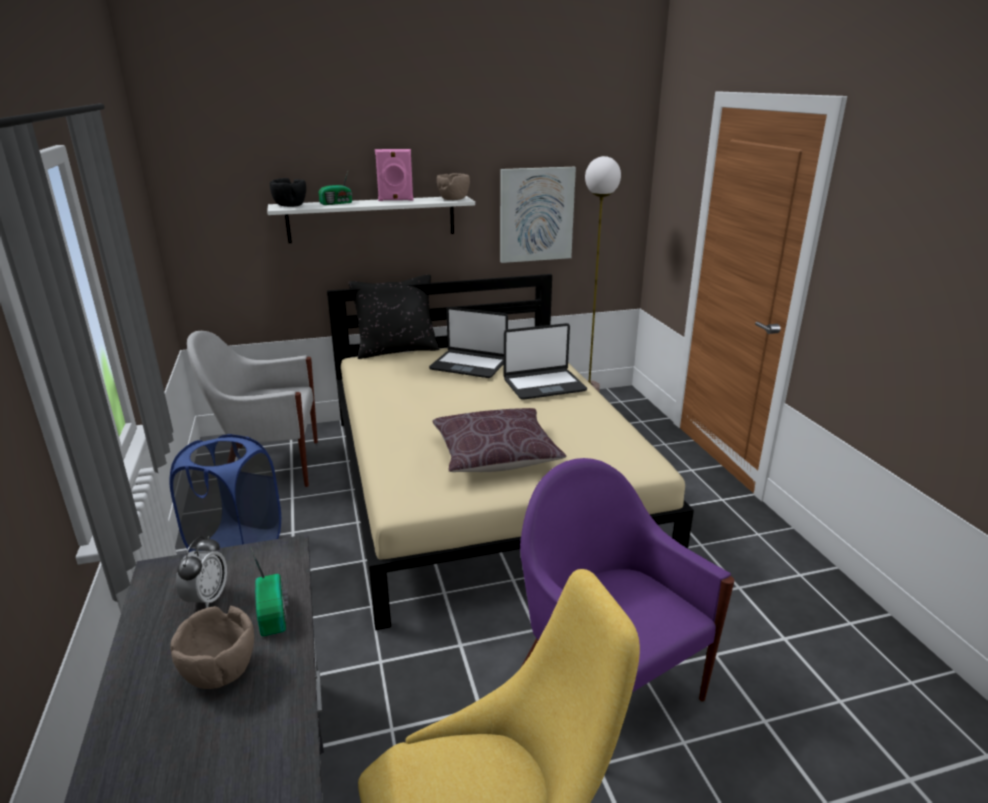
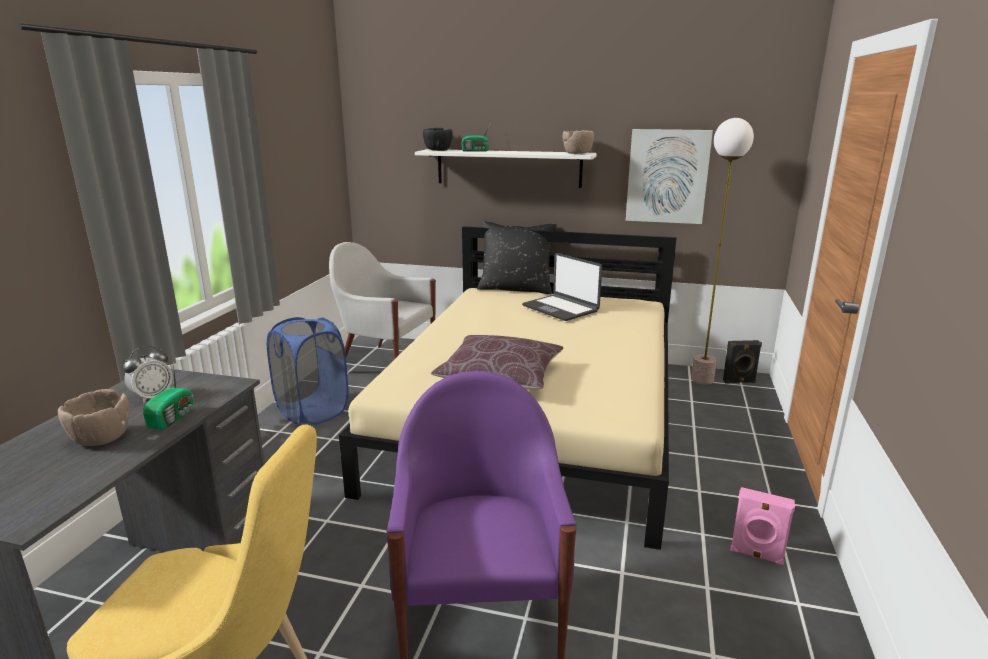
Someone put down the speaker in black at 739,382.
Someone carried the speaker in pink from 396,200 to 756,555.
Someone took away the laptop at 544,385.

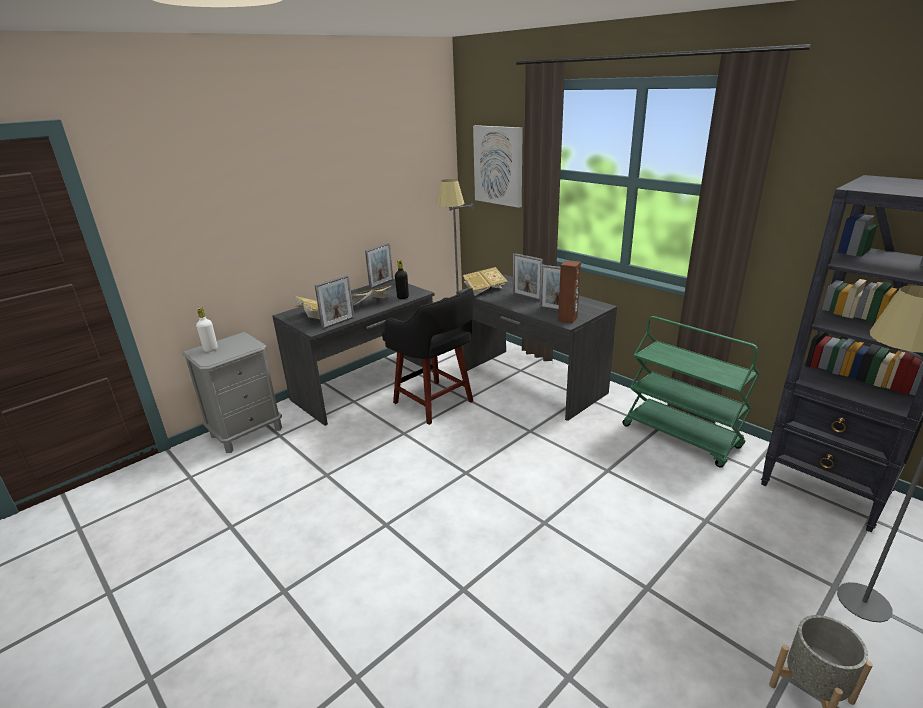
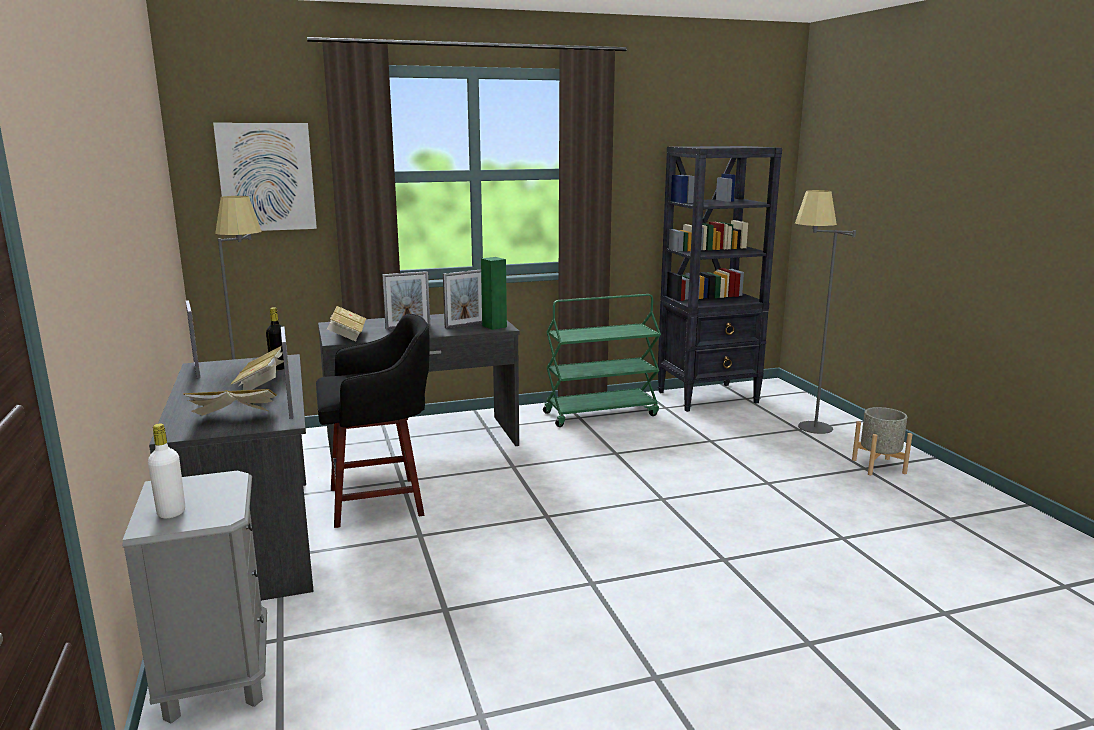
Someone repainted the speaker in brown at 568,319, which became the speaker in green at 494,326.

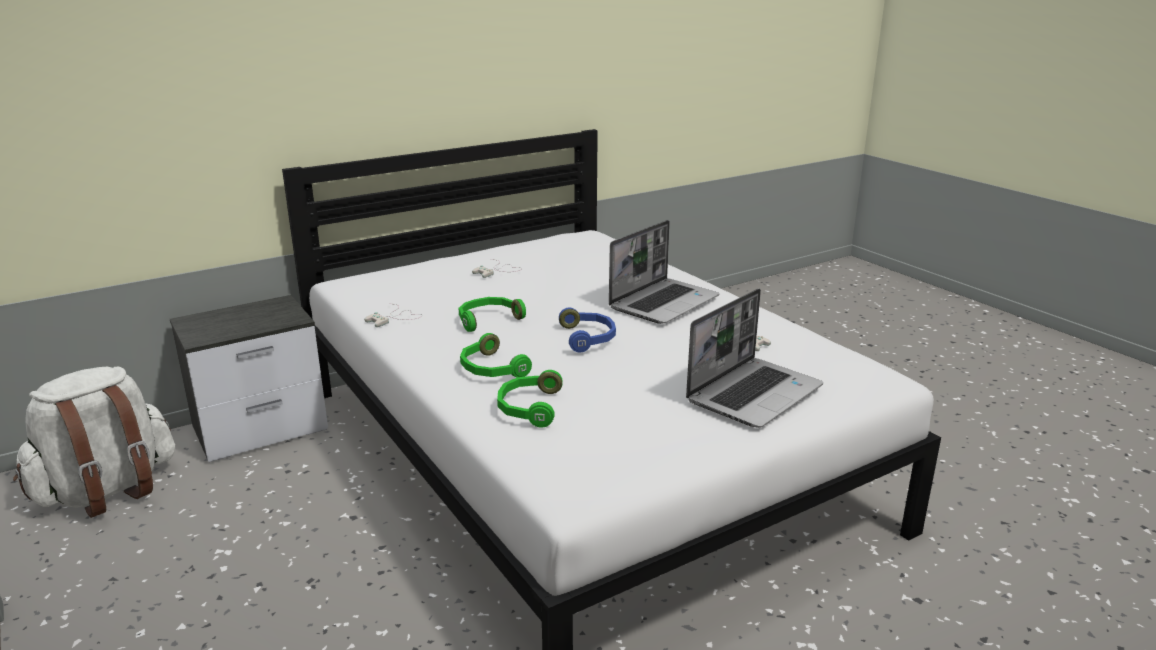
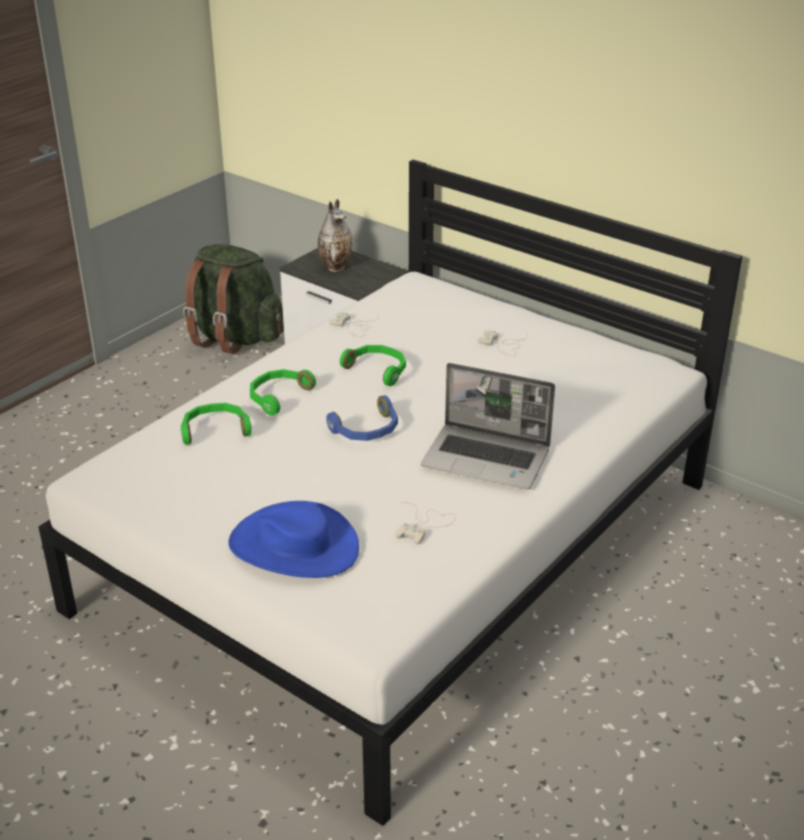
Someone repainted the backpack in white at 107,490, which became the backpack in green at 234,338.
Someone swapped the laptop at 754,393 for the hat in blue at 294,545.
Someone put down the vase at 336,267.

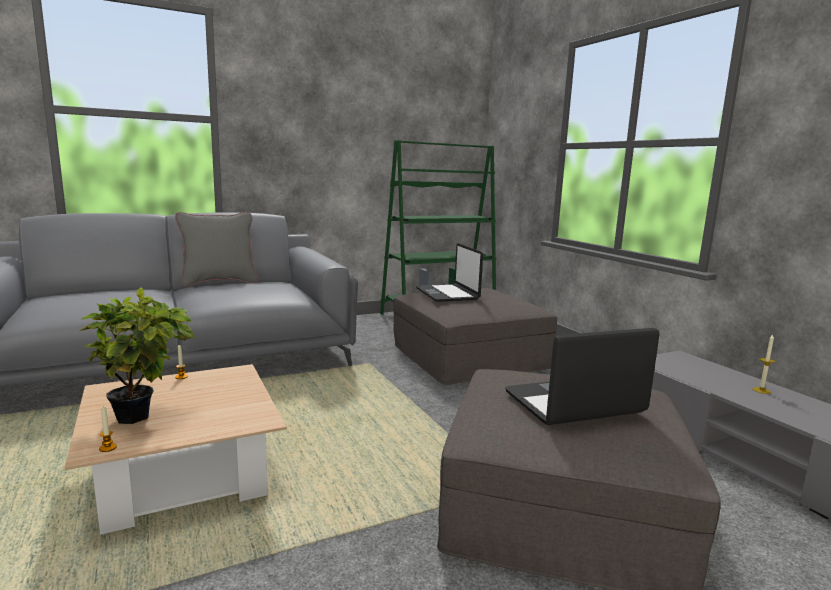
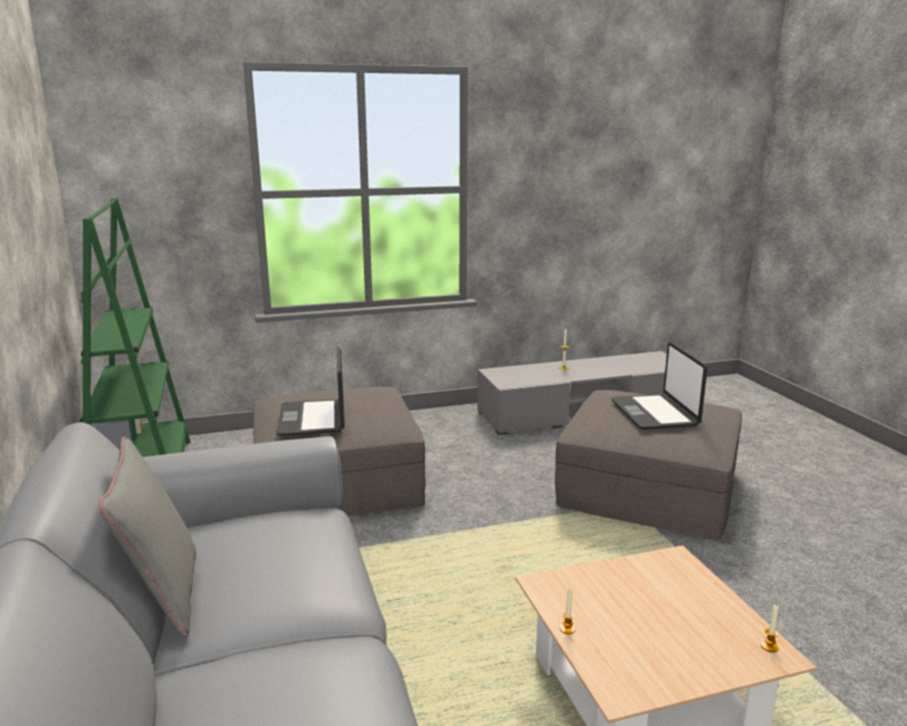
Someone rotated the laptop at 447,294 by 90 degrees clockwise.
Someone took away the potted plant at 143,417.

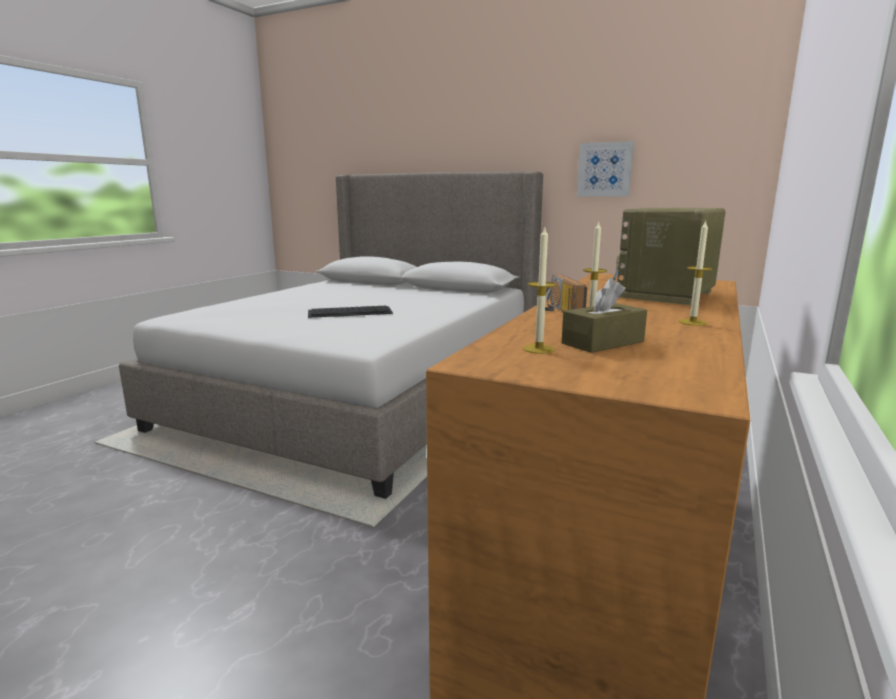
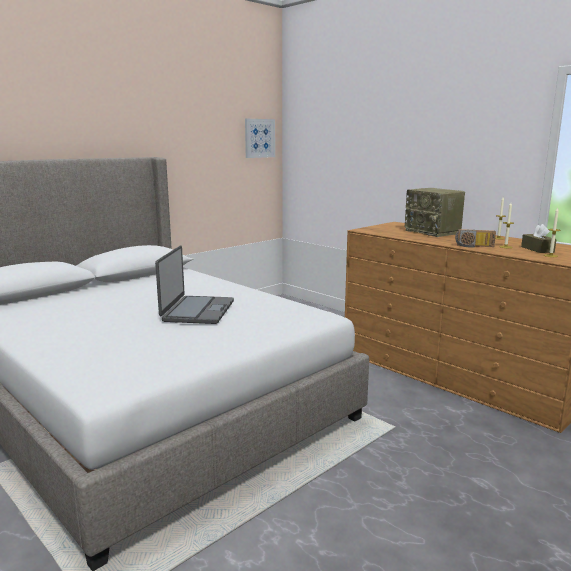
Someone swapped the keyboard at 351,312 for the laptop at 197,311.
Someone carried the picture from 604,169 to 259,138.

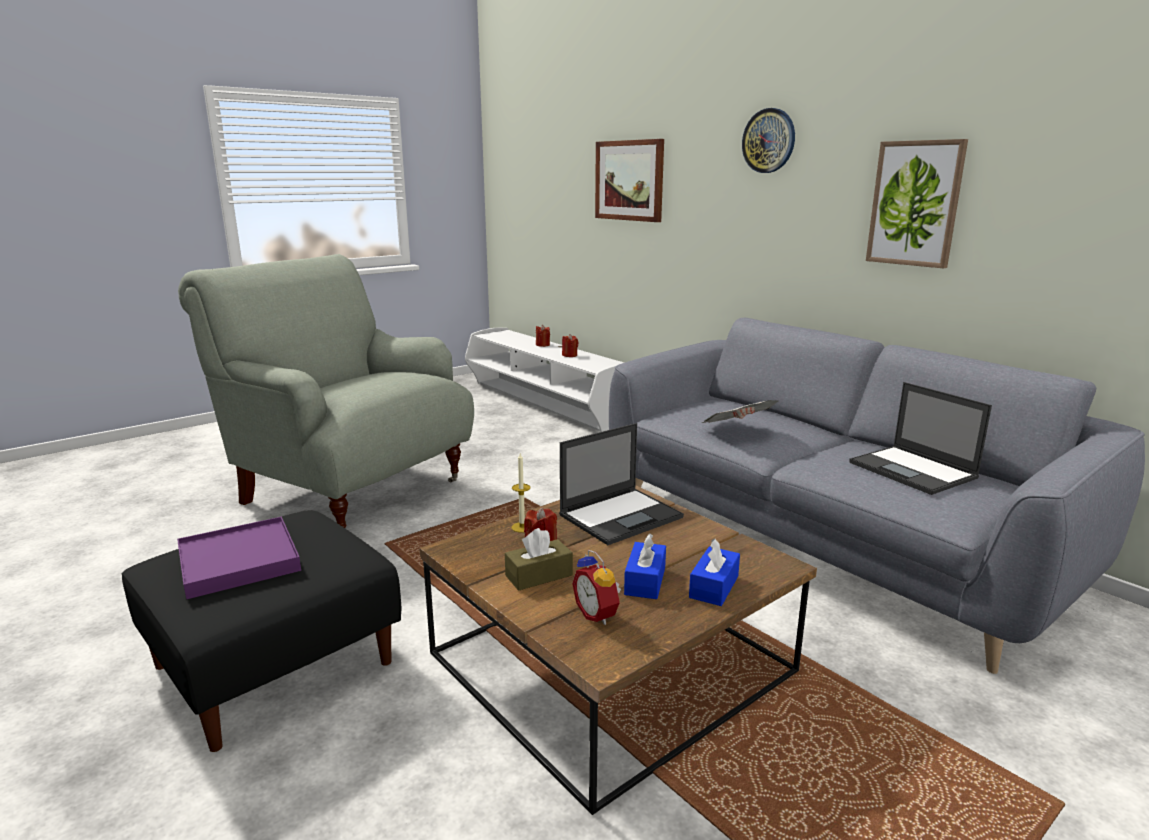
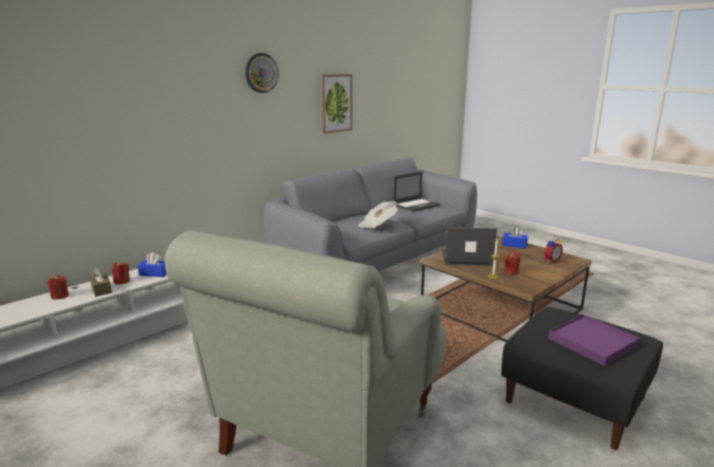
Someone carried the tissue box in brown from 539,575 to 101,289.
Someone carried the tissue box in blue from 645,581 to 154,273.
Someone rotated the laptop at 621,516 by 45 degrees counterclockwise.
Someone took away the picture at 629,180.

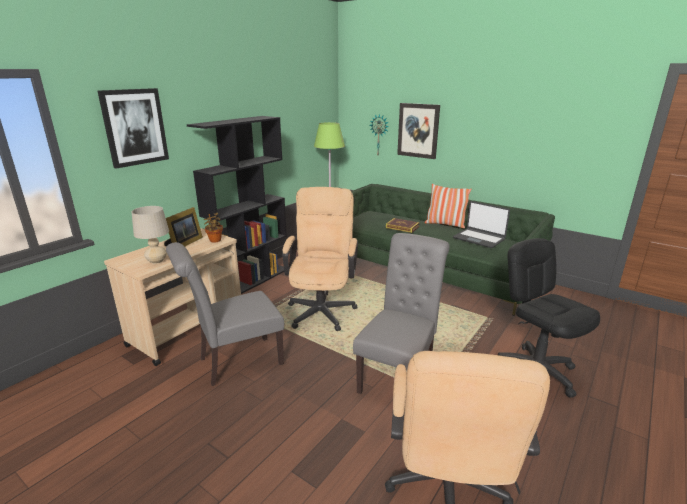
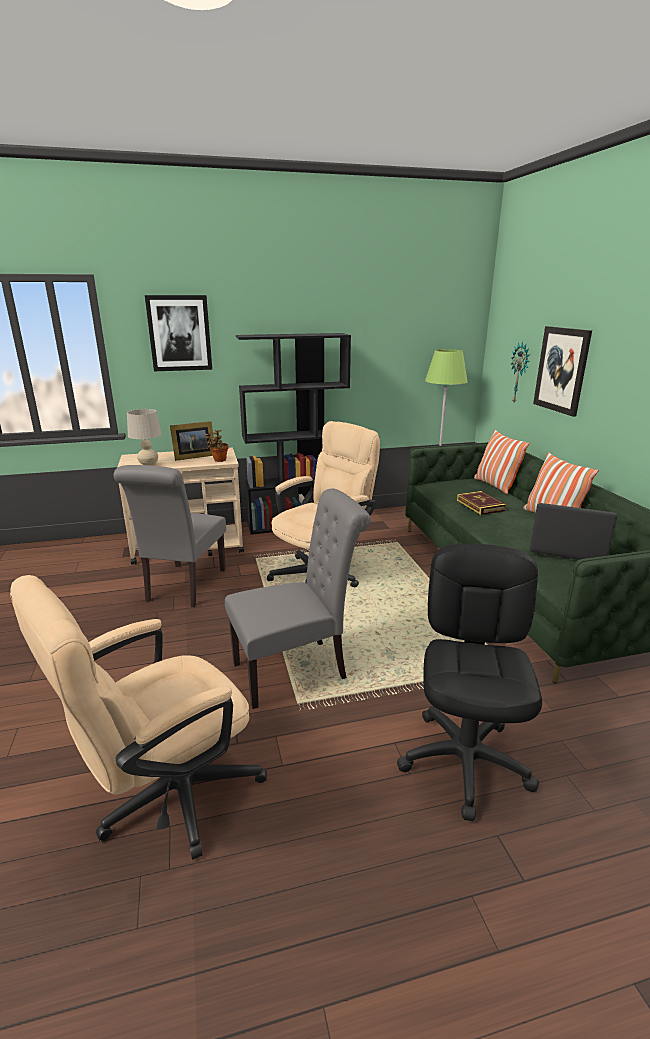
Someone rotated the chair in grey at 235,362 by 90 degrees counterclockwise.
Someone put down the pillow at 495,485.
Someone rotated the laptop at 479,239 by 120 degrees clockwise.

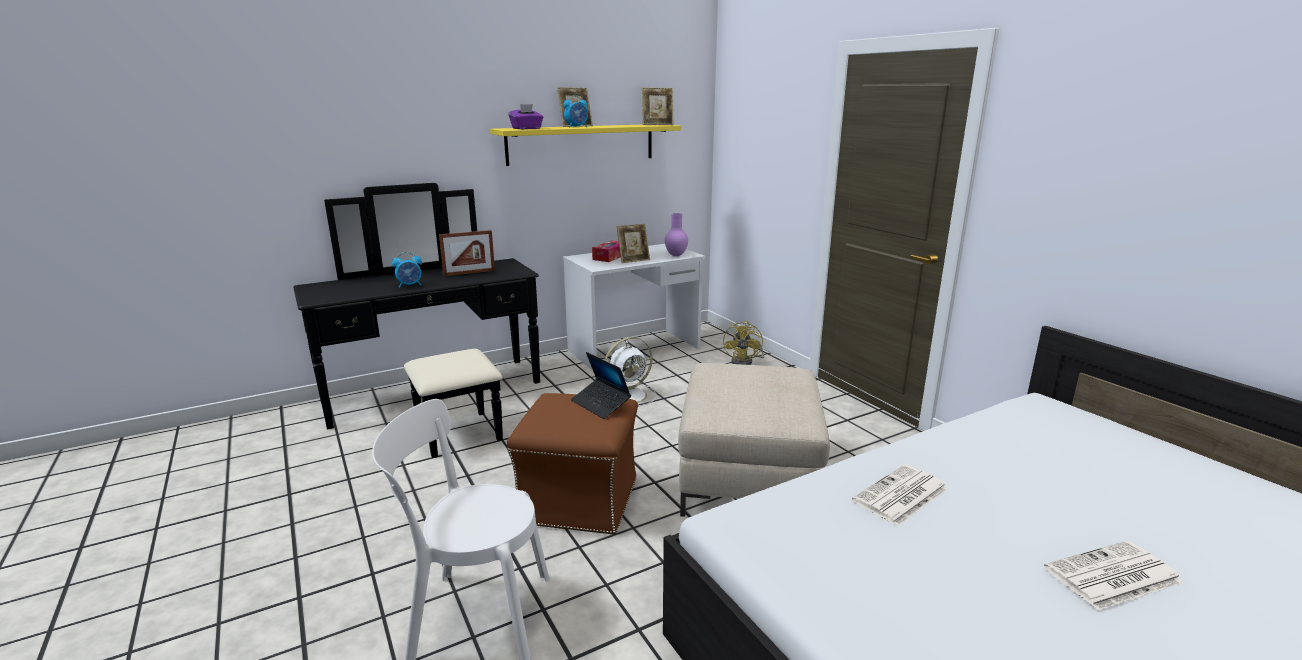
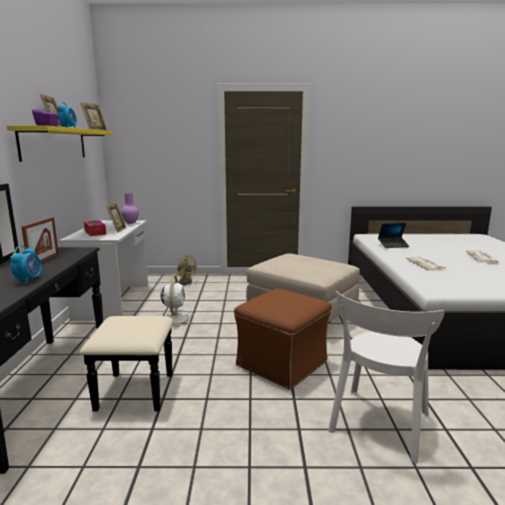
Someone carried the laptop from 601,404 to 393,245.

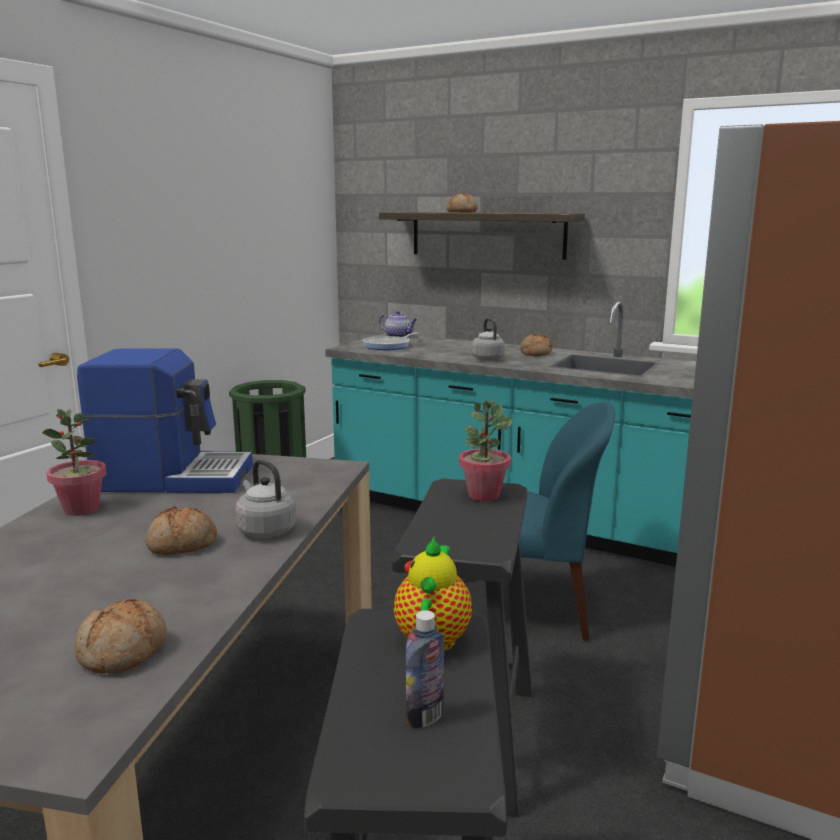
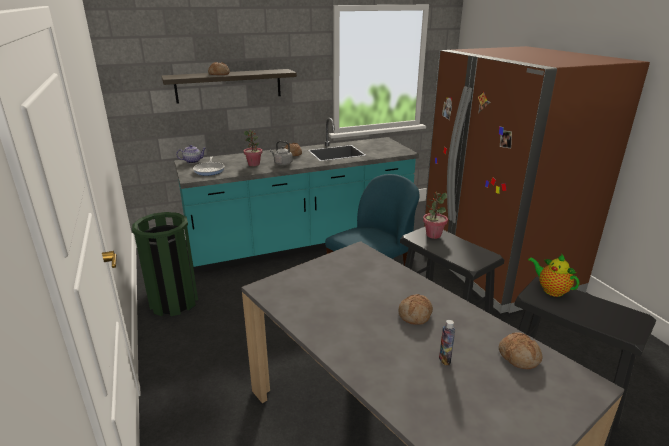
Someone carried the potted plant from 81,509 to 254,164.
Someone carried the bottle from 425,717 to 444,359.
Someone took away the coffee machine at 174,477.
Someone took away the kettle in grey at 265,530.

